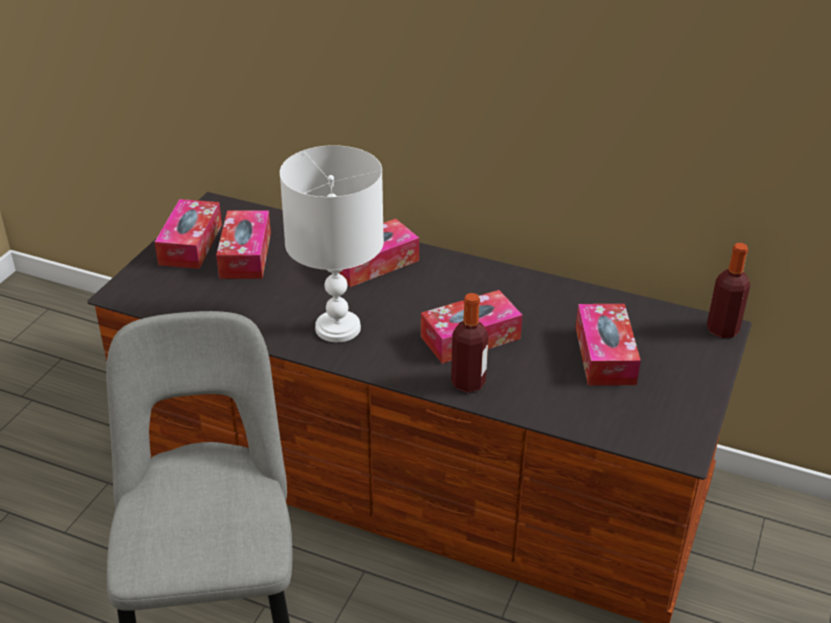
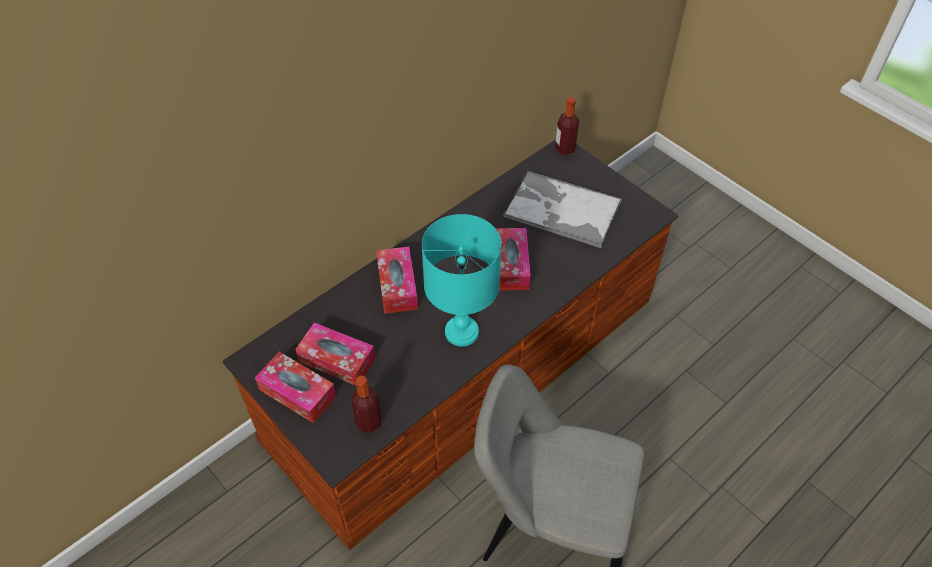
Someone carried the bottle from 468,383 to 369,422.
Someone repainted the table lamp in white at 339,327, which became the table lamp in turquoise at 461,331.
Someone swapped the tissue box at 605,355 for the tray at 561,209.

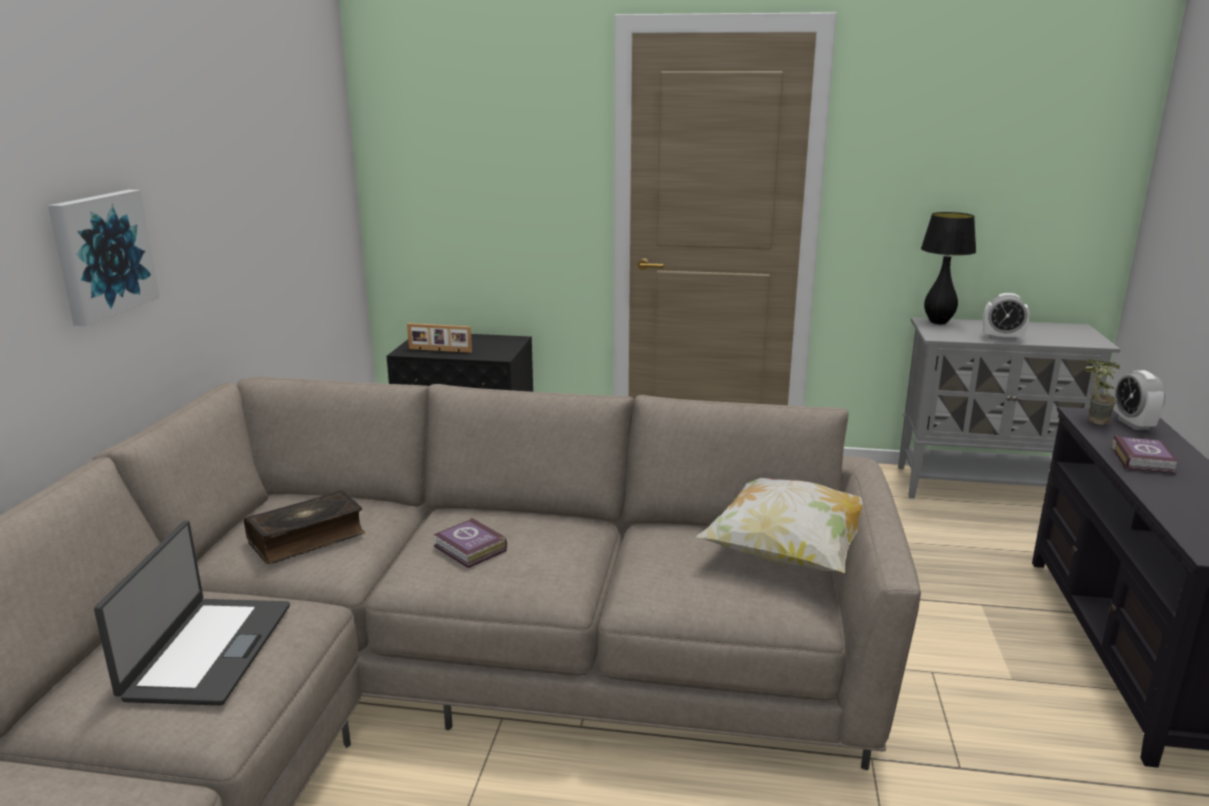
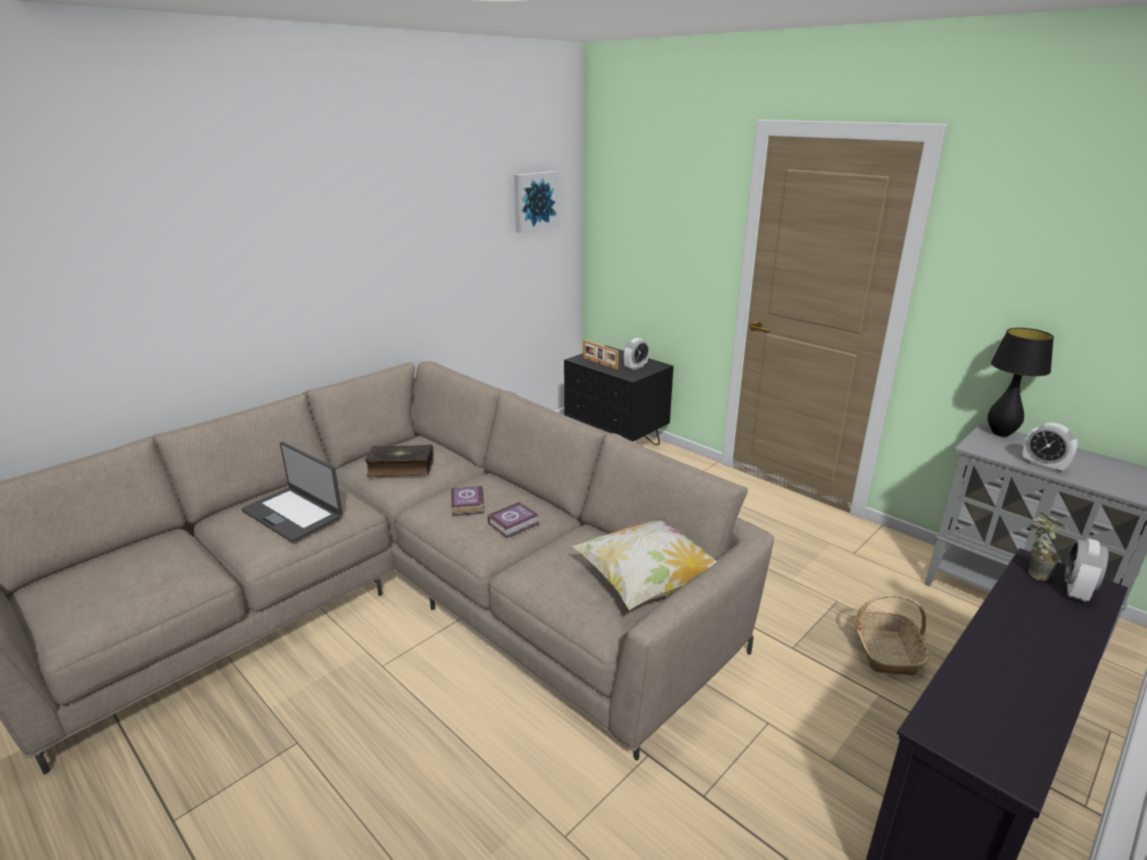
Someone rotated the laptop at 207,650 by 90 degrees clockwise.
Someone carried the book from 1143,460 to 515,523.
Someone carried the picture from 101,255 to 535,201.
Someone put down the alarm clock at 635,367.
Someone put down the basket at 886,651.

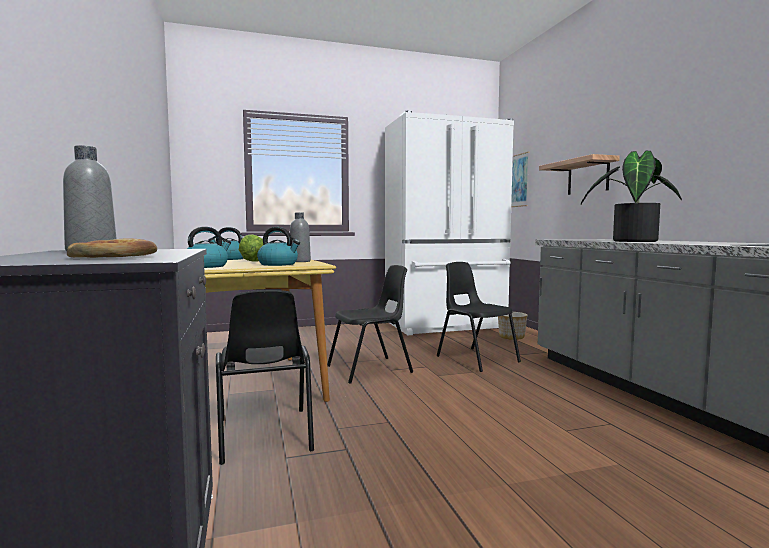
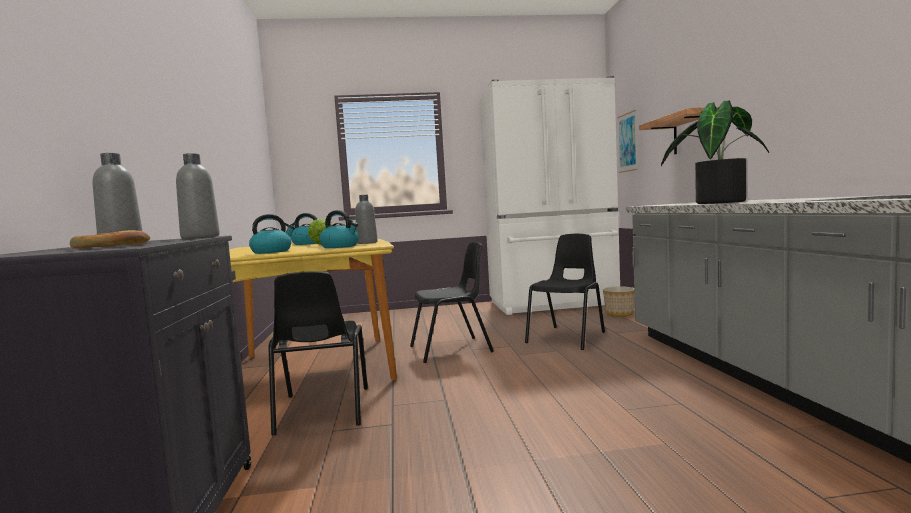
Someone put down the bottle in grey at 200,237.
Someone rotated the chair in black at 476,359 by 60 degrees clockwise.

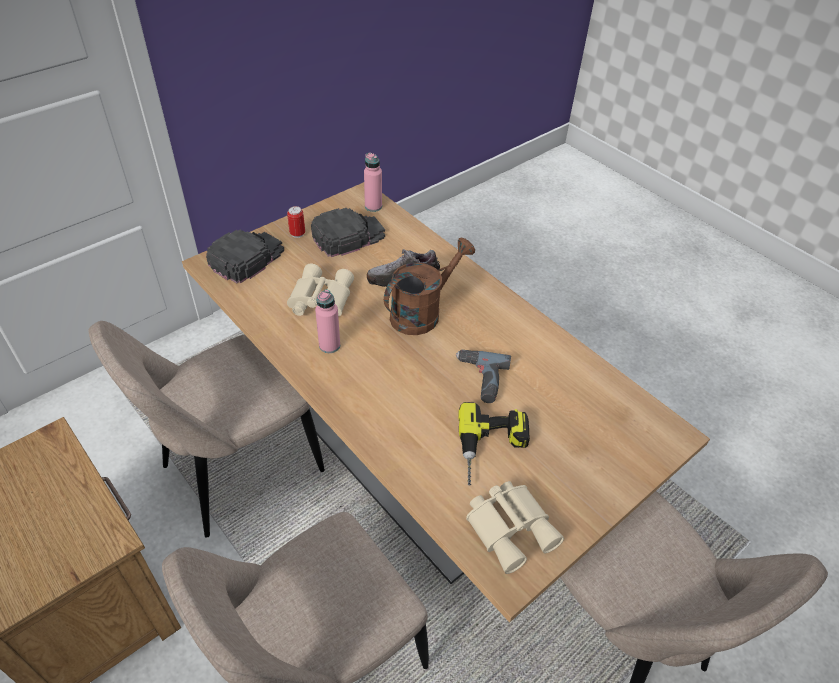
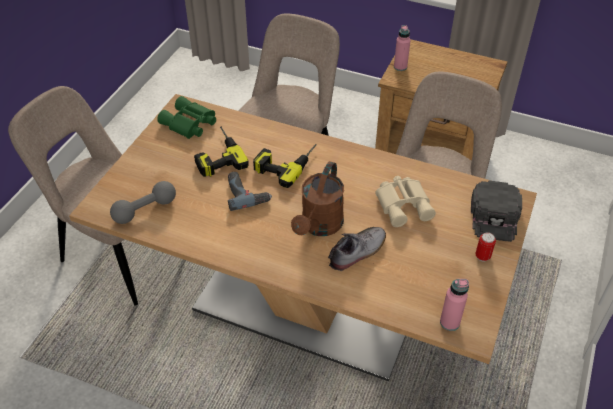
Someone put down the dumbbell in grey at 145,210.
Someone repainted the binoculars in beige at 511,527, which became the binoculars in green at 189,124.
Someone put down the power drill at 285,162.
Someone carried the bottle in pink from 329,345 to 400,67.
Someone took away the cap in black at 348,235.

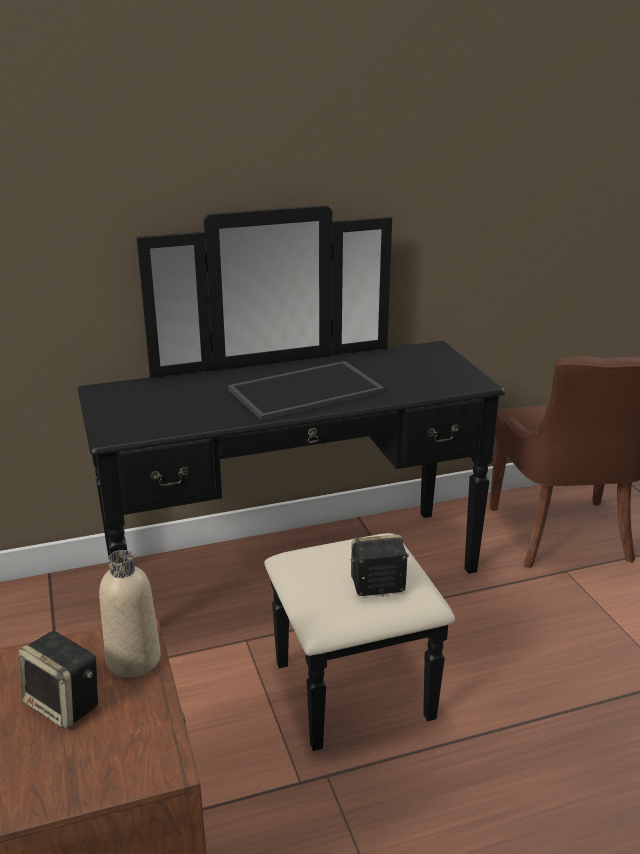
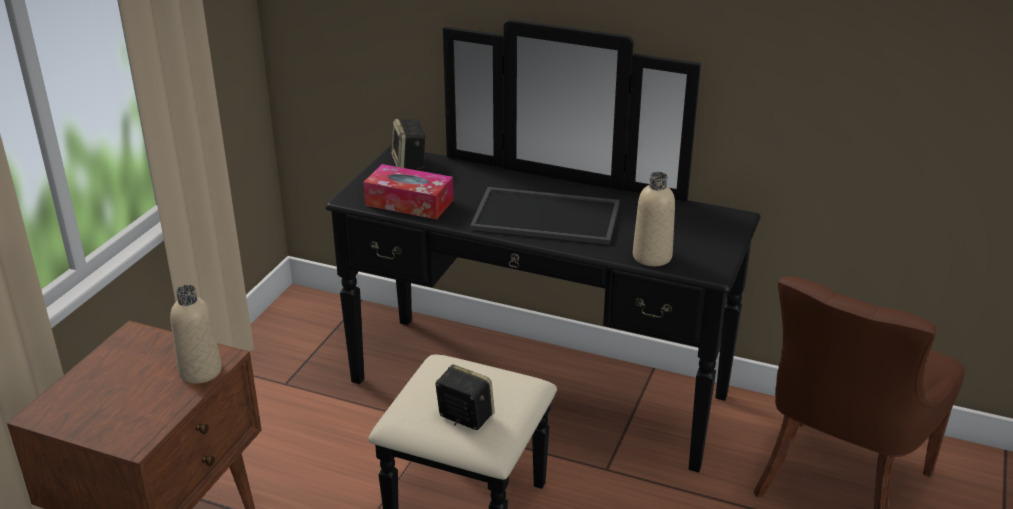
Someone put down the tissue box at 409,203.
Someone carried the speaker from 65,705 to 410,163.
Someone put down the bottle in beige at 652,256.

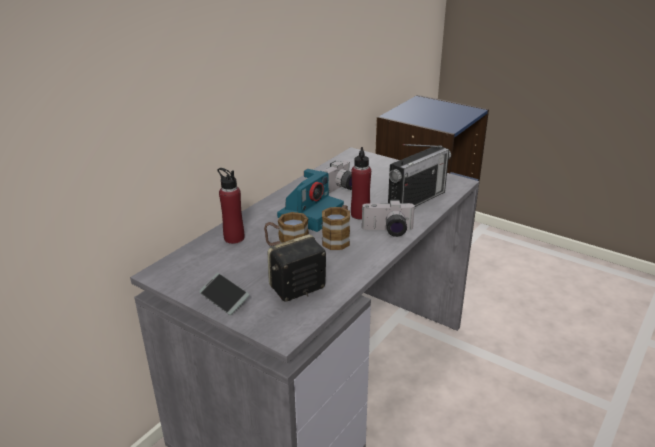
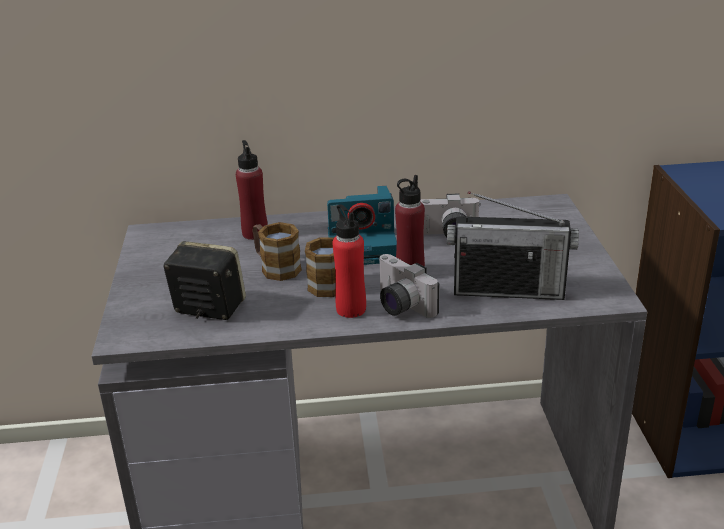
Someone put down the bottle in red at 351,309.
Someone took away the phone at 224,298.

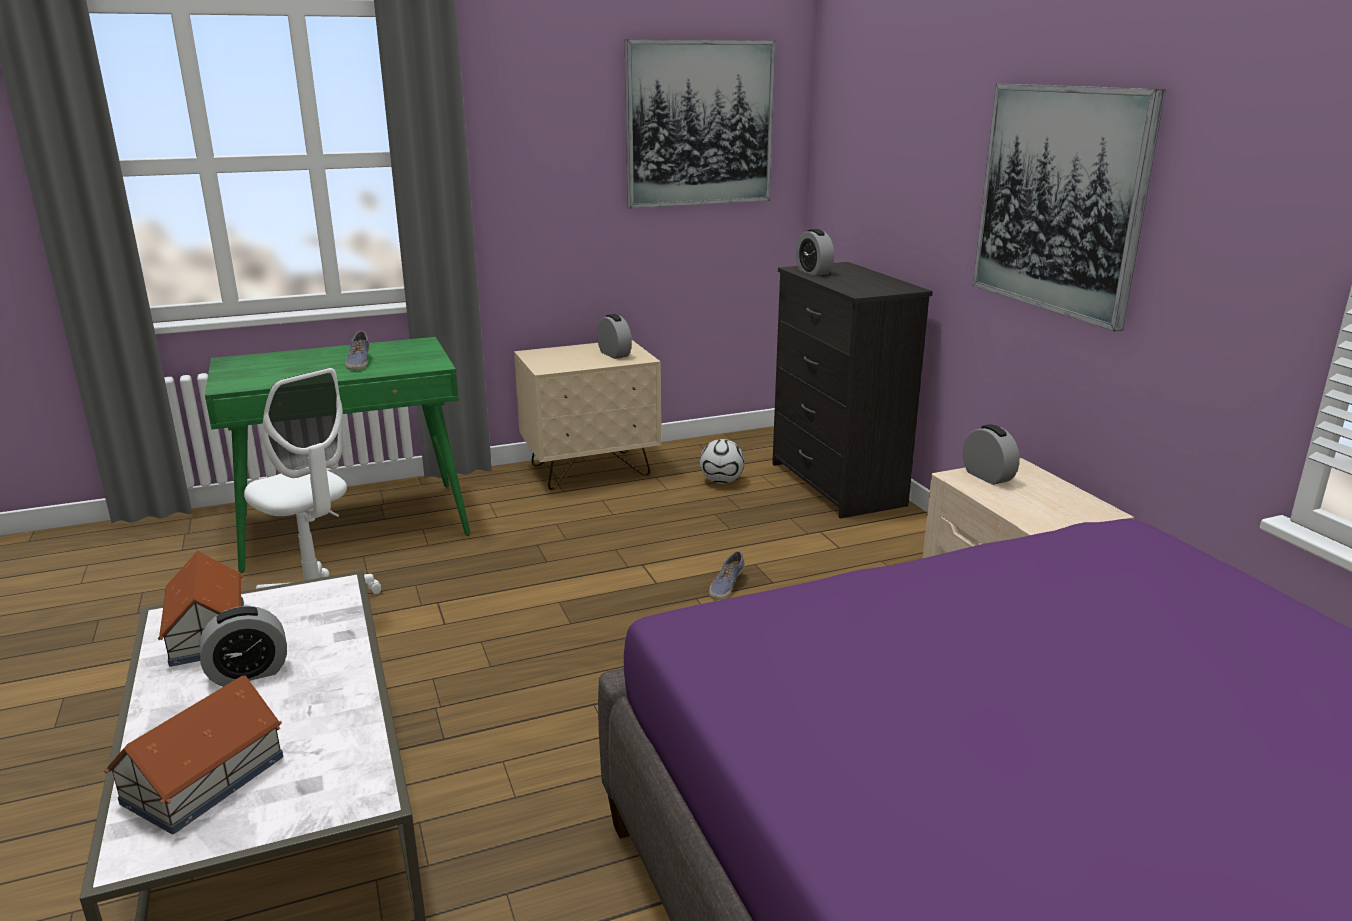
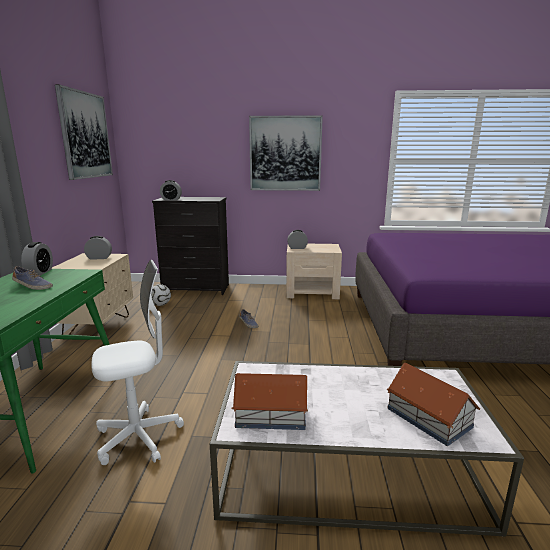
Someone carried the alarm clock from 248,673 to 40,272.

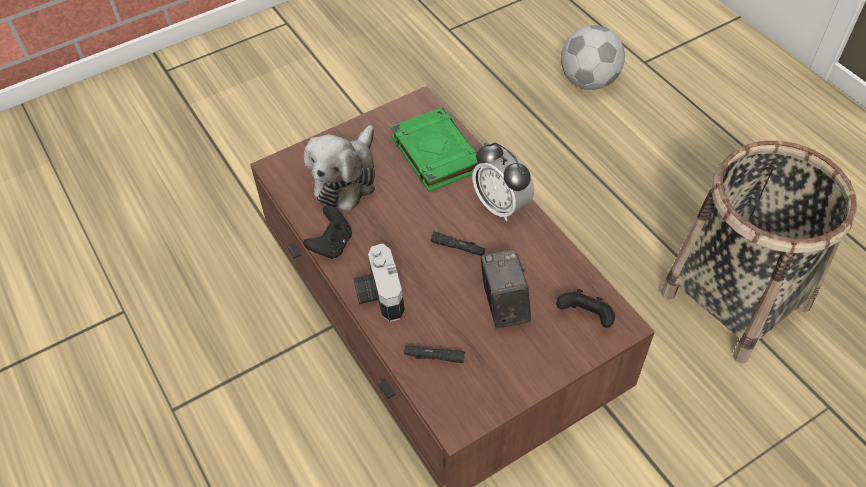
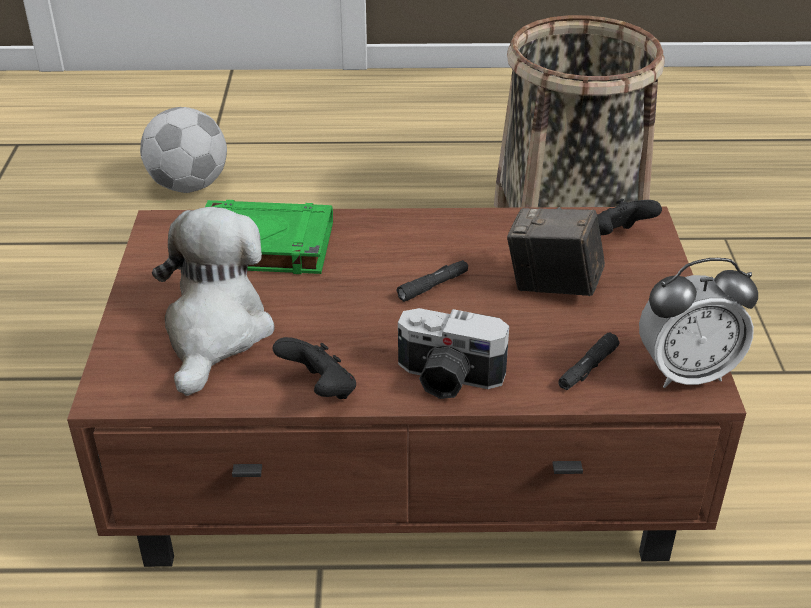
Someone rotated the plush toy at 346,178 by 135 degrees counterclockwise.
Someone carried the alarm clock from 501,206 to 686,373.

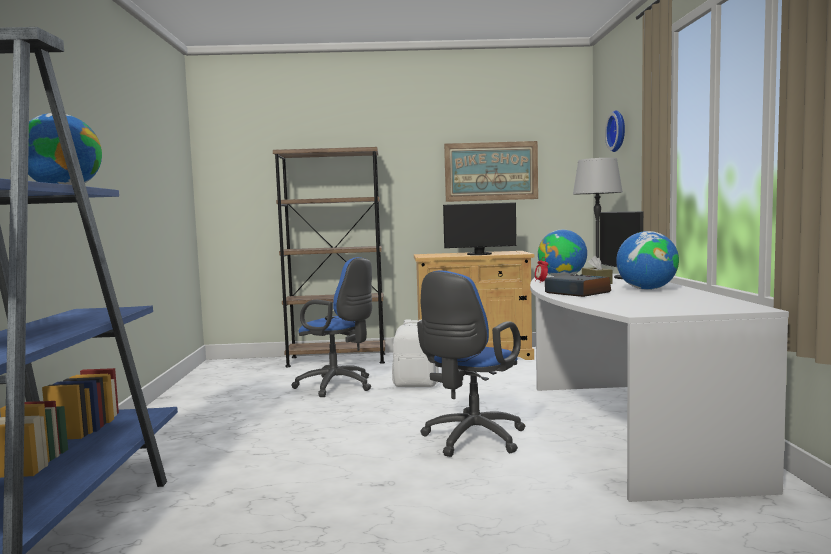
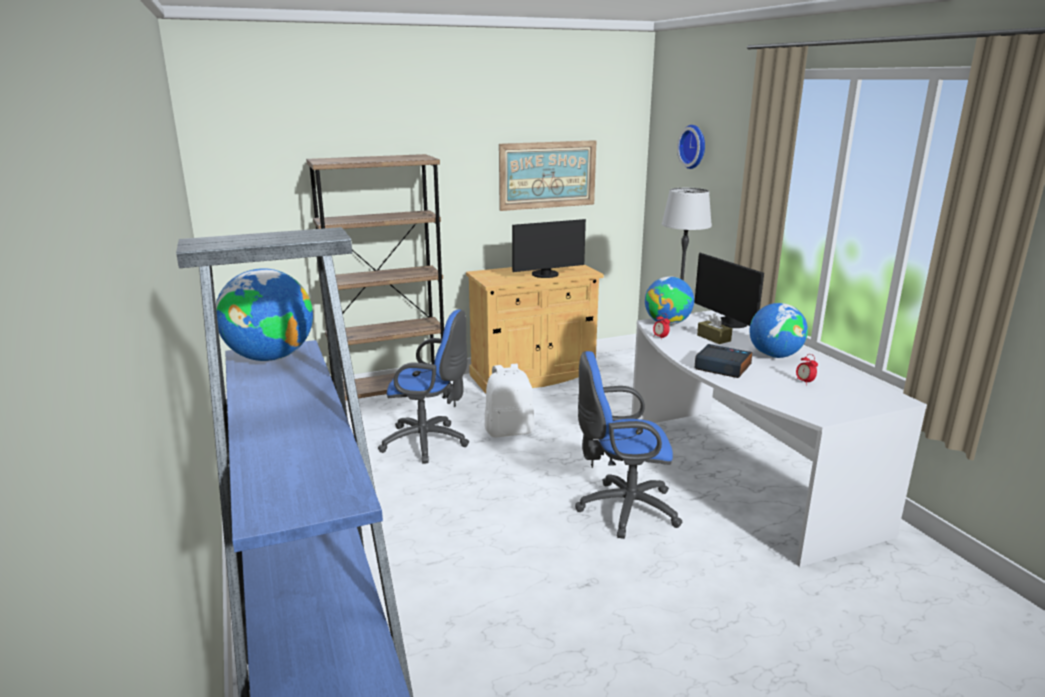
Someone rotated the office chair in blue at 470,440 by 75 degrees clockwise.
Someone put down the alarm clock at 804,382.

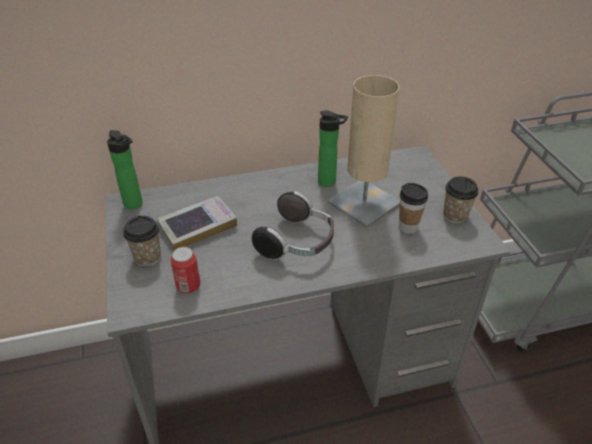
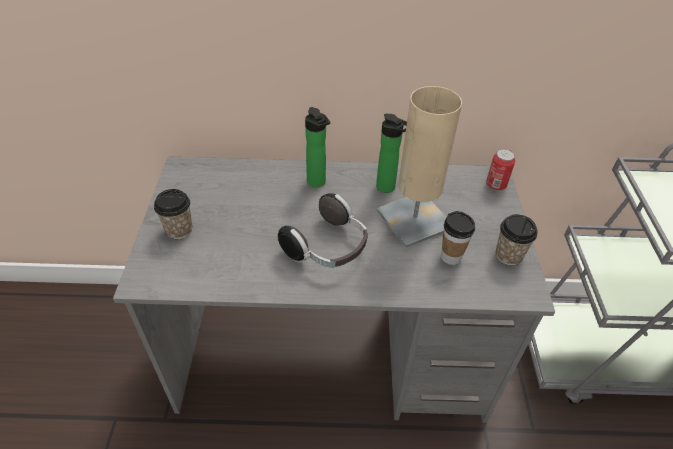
Someone carried the bottle from 135,205 to 317,183.
Someone carried the can from 188,286 to 496,184.
Someone took away the book at 197,226.

